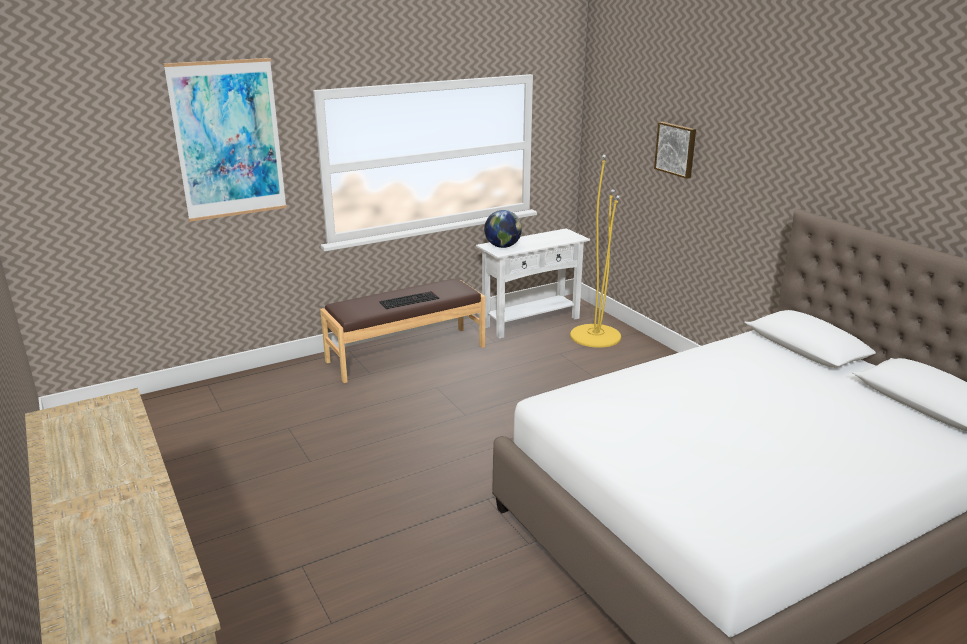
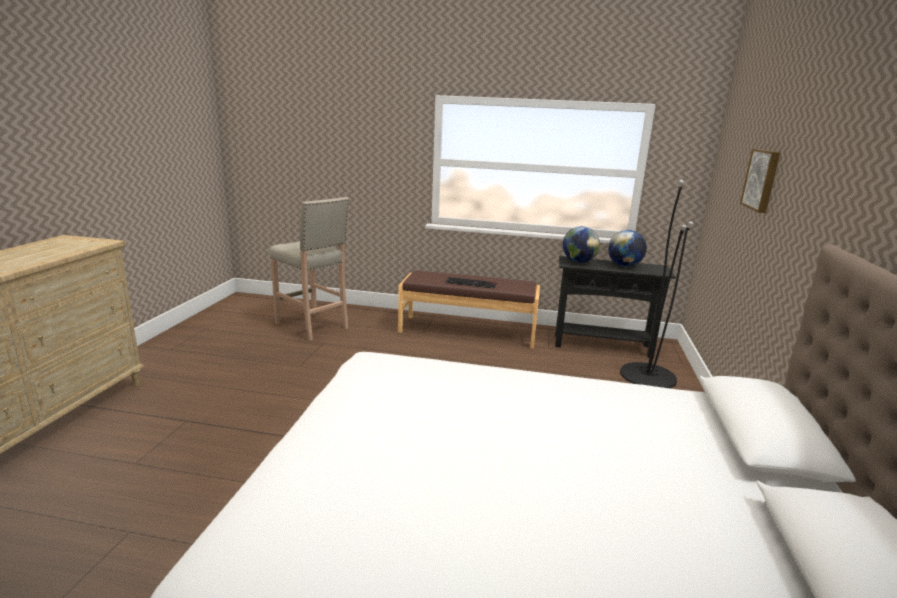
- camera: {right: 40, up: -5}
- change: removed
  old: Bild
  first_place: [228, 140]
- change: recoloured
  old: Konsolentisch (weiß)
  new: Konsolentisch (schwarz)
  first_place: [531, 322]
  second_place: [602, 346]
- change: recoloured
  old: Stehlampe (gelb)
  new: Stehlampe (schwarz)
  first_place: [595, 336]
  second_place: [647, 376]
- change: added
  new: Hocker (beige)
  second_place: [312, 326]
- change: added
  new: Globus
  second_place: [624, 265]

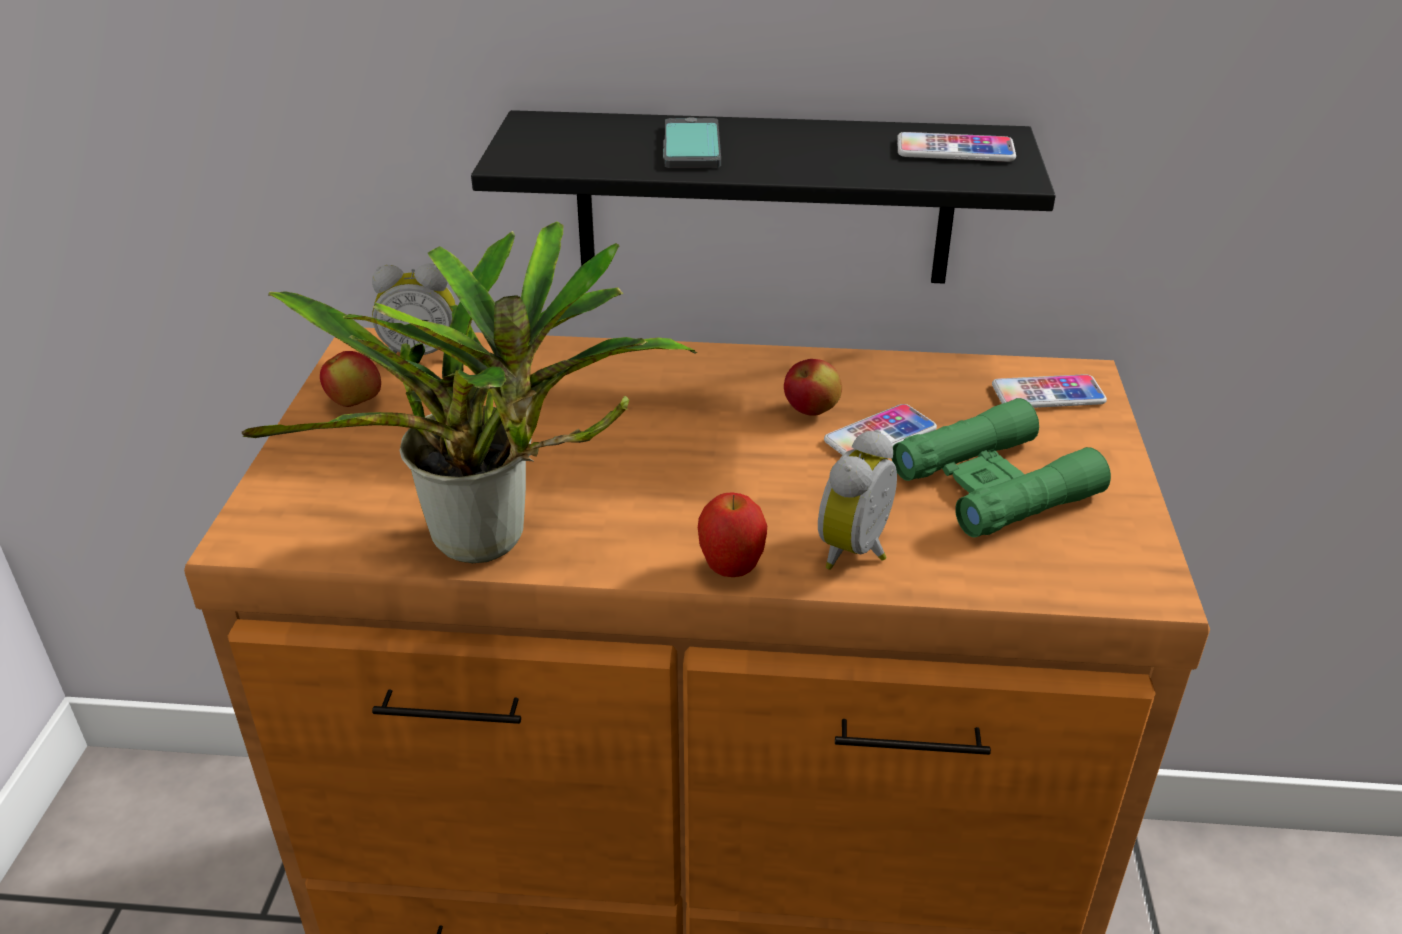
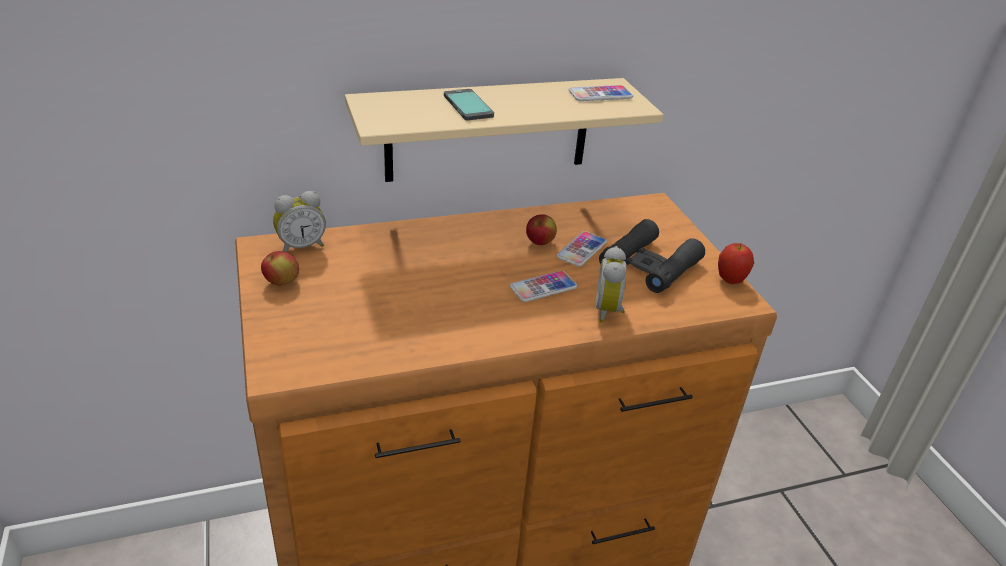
- camera: {right: -25, up: 0}
- change: removed
  old: Topfpflanze
  first_place: [493, 543]
- change: recoloured
  old: Wandregal (schwarz)
  new: Wandregal (beige)
  first_place: [763, 198]
  second_place: [488, 129]
- change: moved
  old: Apfel
  first_place: [731, 569]
  second_place: [730, 281]
- change: recoloured
  old: Fernglas (grün)
  new: Fernglas (schwarz)
  first_place: [994, 484]
  second_place: [649, 265]
- change: moved
  old: Handy
  first_place: [1048, 394]
  second_place: [543, 287]

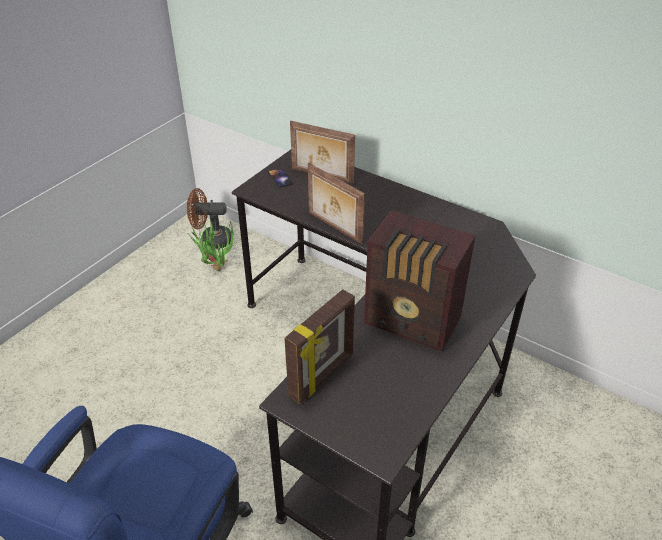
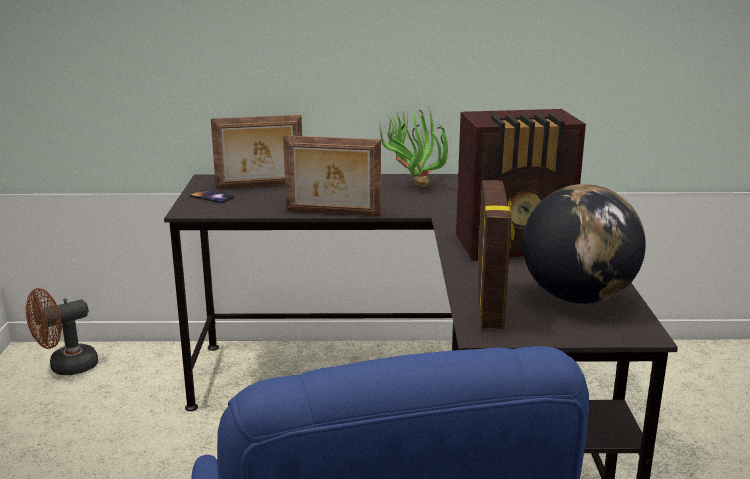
- camera: {right: -35, up: -20}
- change: moved
  old: Topfpflanze
  first_place: [216, 266]
  second_place: [413, 185]
- change: added
  new: Globus
  second_place: [578, 297]

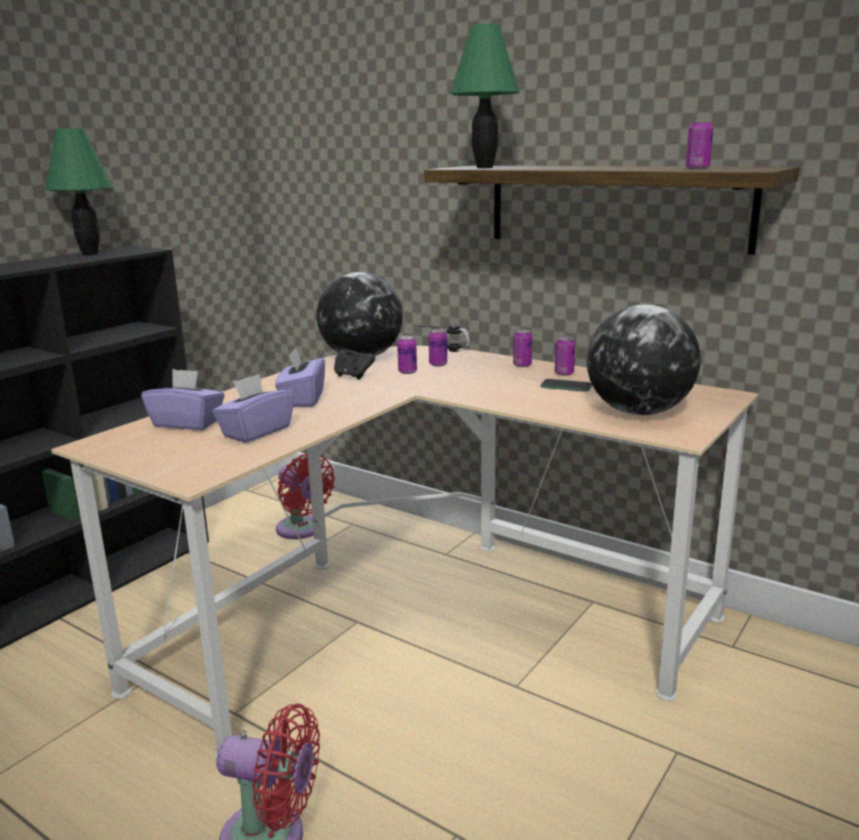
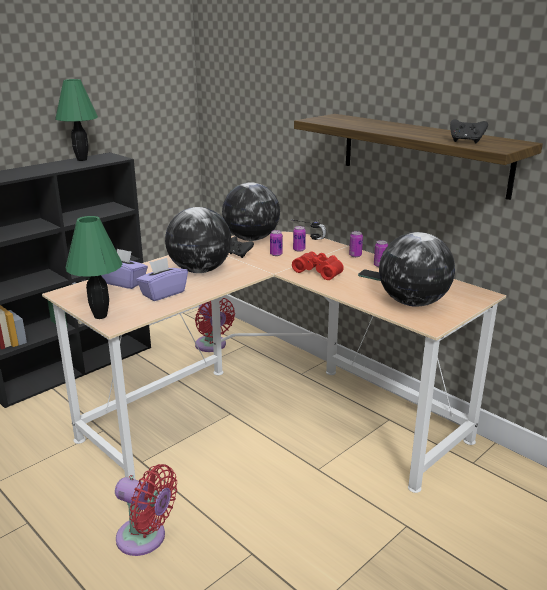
- camera: {right: 10, up: 5}
- change: replaced
  old: Taschentuchbox (lila)
  new: Globus
  first_place: [302, 399]
  second_place: [200, 270]
- change: moved
  old: Tischlampe (grün)
  first_place: [484, 167]
  second_place: [100, 316]
- change: replaced
  old: Dose
  new: Gamepad (schwarz)
  first_place: [697, 168]
  second_place: [466, 141]
- change: added
  new: Fernglas (rot)
  second_place: [319, 271]

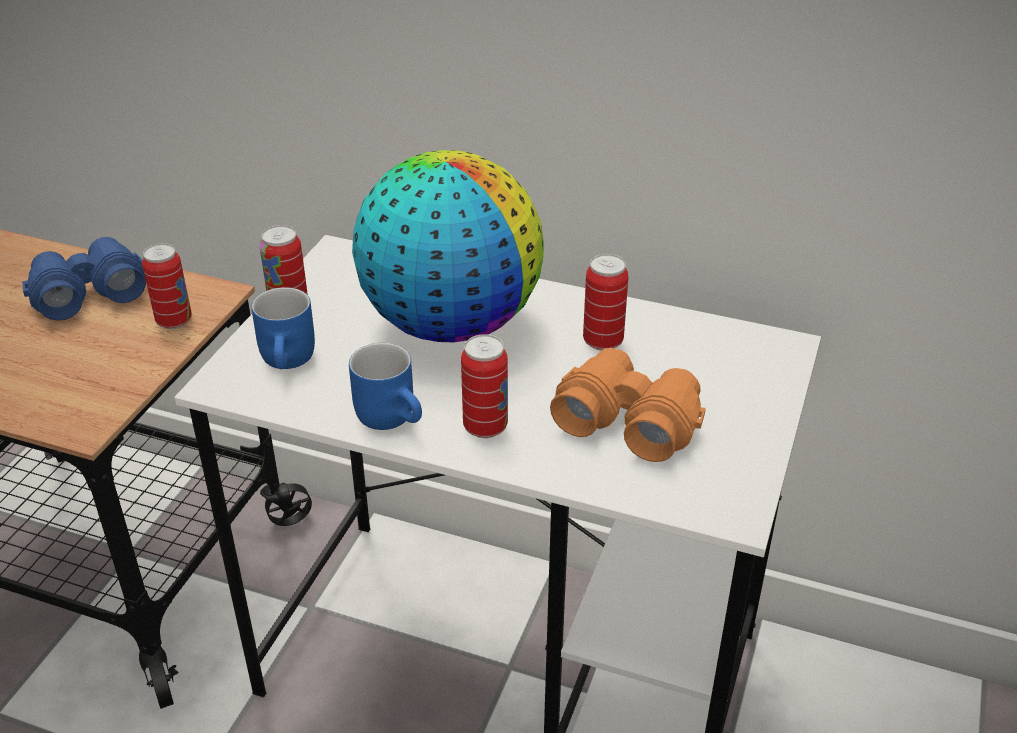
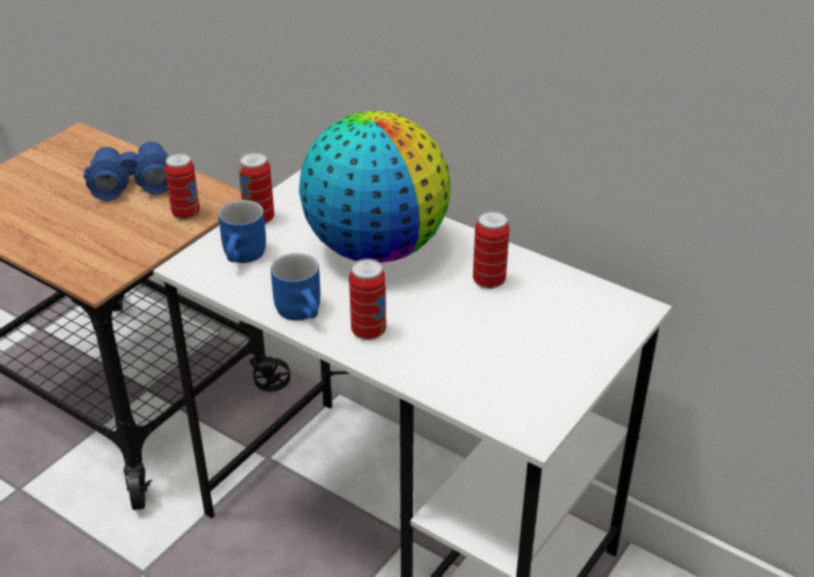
- camera: {right: 15, up: 0}
- change: removed
  old: Fernglas (orange)
  first_place: [628, 419]

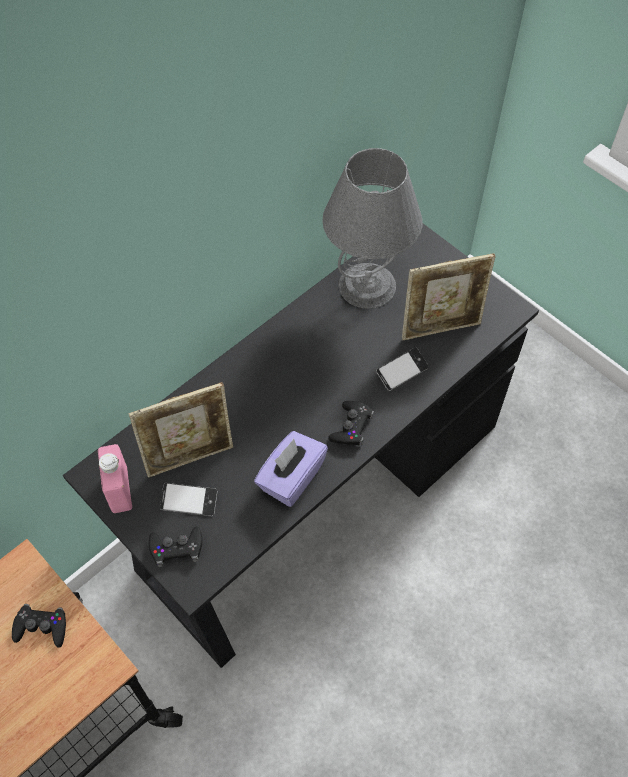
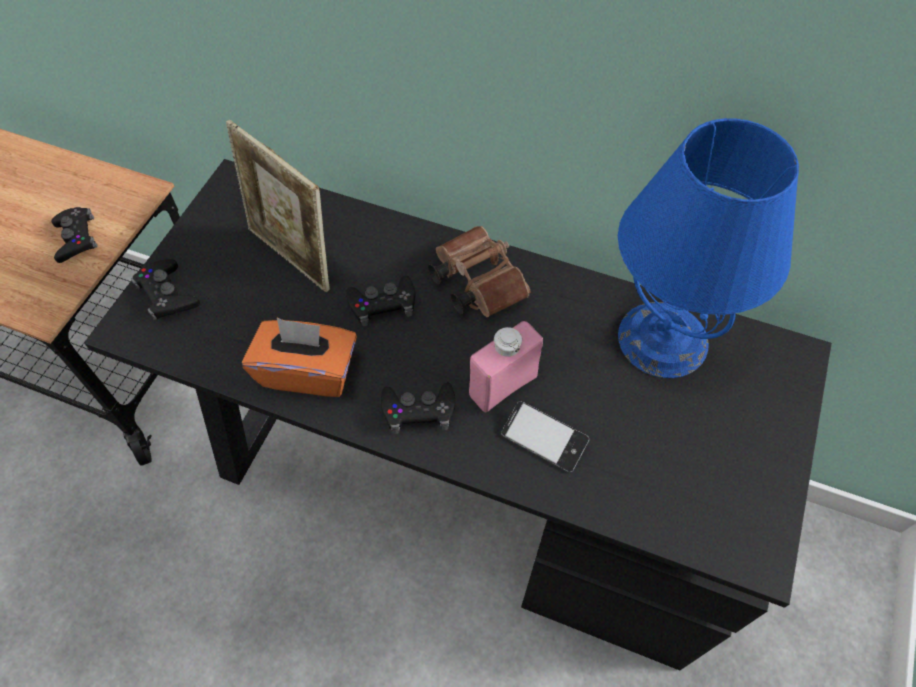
- camera: {right: 65, up: 0}
- change: moved
  old: Flasche (rosa)
  first_place: [119, 490]
  second_place: [503, 385]
- change: removed
  old: Handy
  first_place: [189, 501]
- change: recoloured
  old: Taschentuchbox (lila)
  new: Taschentuchbox (orange)
  first_place: [291, 478]
  second_place: [308, 371]
- change: recoloured
  old: Tischlampe (grau)
  new: Tischlampe (blau)
  first_place: [367, 286]
  second_place: [661, 339]
- change: removed
  old: Bilderrahmen
  first_place: [441, 328]
- change: added
  new: Gamepad (schwarz)
  second_place: [382, 304]
- change: added
  new: Fernglas (braun)
  second_place: [475, 282]

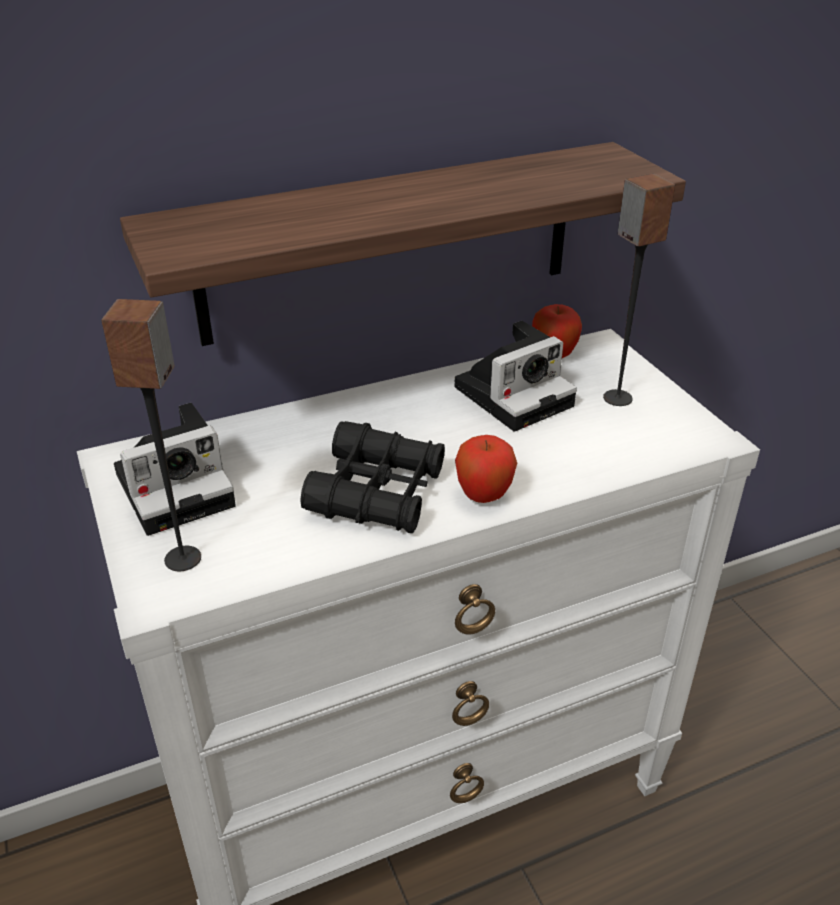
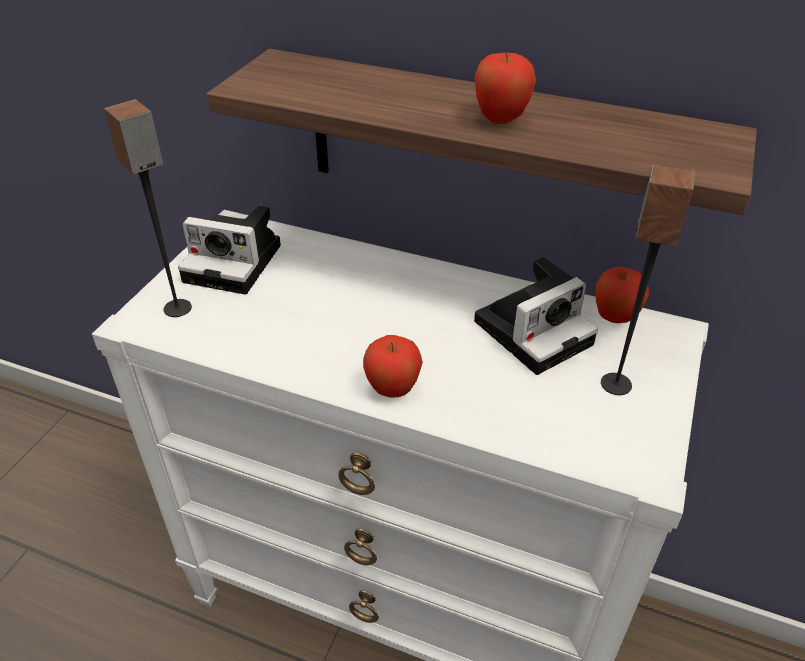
- camera: {right: 45, up: 5}
- change: removed
  old: Fernglas (schwarz)
  first_place: [377, 492]
- change: turned
  old: Kamera
  first_place: [515, 394]
  second_place: [535, 330]
  degrees: -45
- change: added
  new: Apfel
  second_place: [500, 120]

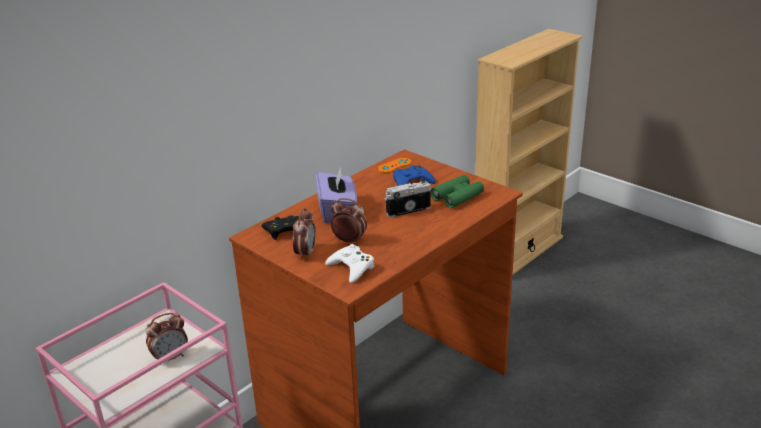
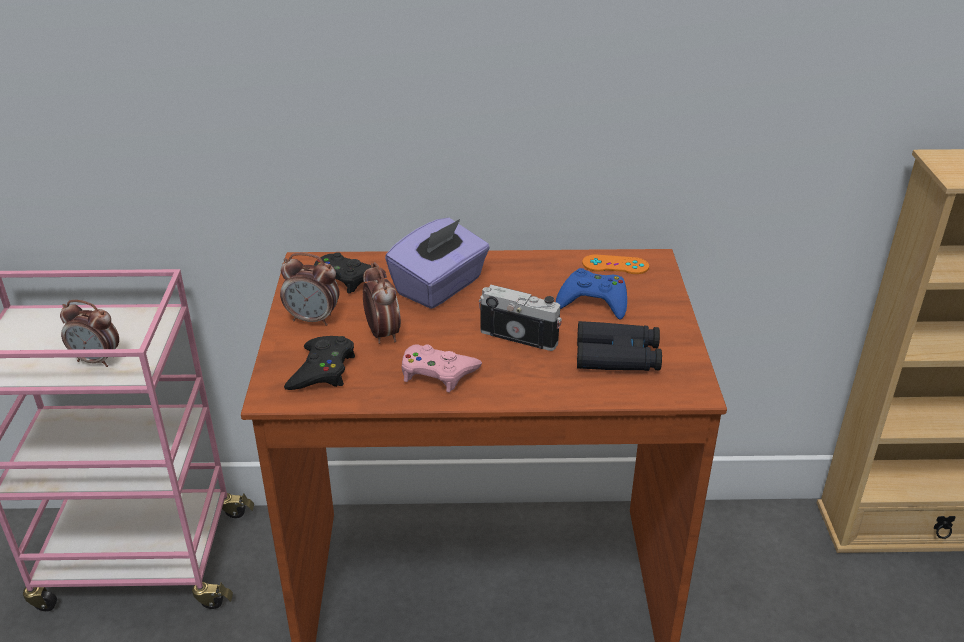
- camera: {right: 45, up: 5}
- change: turned
  old: Wecker
  first_place: [305, 253]
  second_place: [313, 319]
  degrees: 45
- change: recoloured
  old: Gamepad (weiß)
  new: Gamepad (schwarz)
  first_place: [351, 268]
  second_place: [322, 370]
- change: recoloured
  old: Fernglas (grün)
  new: Fernglas (schwarz)
  first_place: [457, 196]
  second_place: [617, 356]
- change: added
  new: Gamepad (rosa)
  second_place: [437, 372]

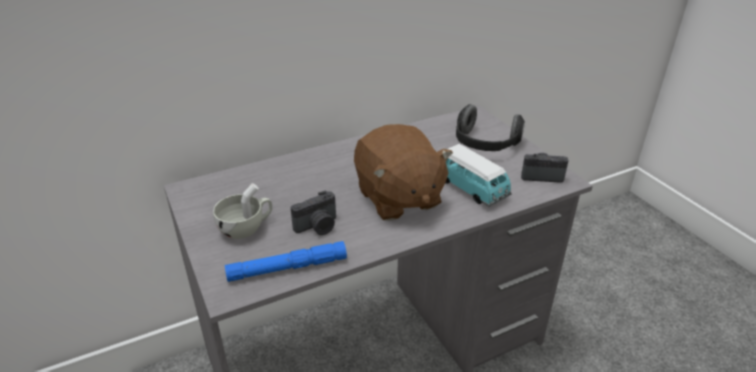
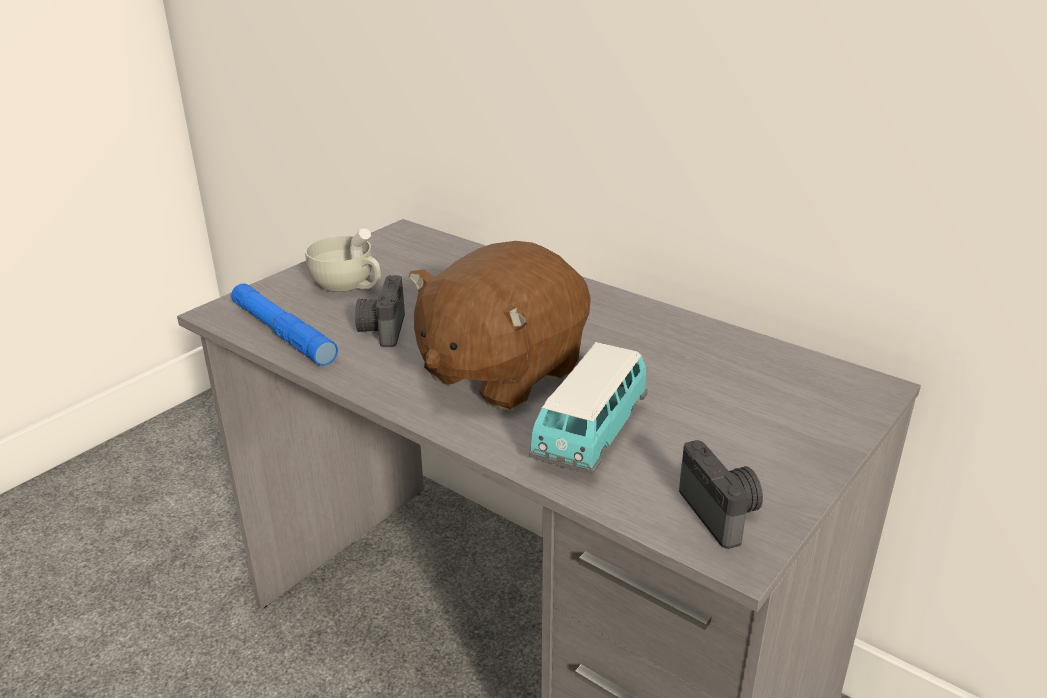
- camera: {right: 65, up: -5}
- change: turned
  old: Kamera
  first_place: [318, 227]
  second_place: [382, 329]
  degrees: 60
- change: removed
  old: Kopfhörer
  first_place: [484, 145]

